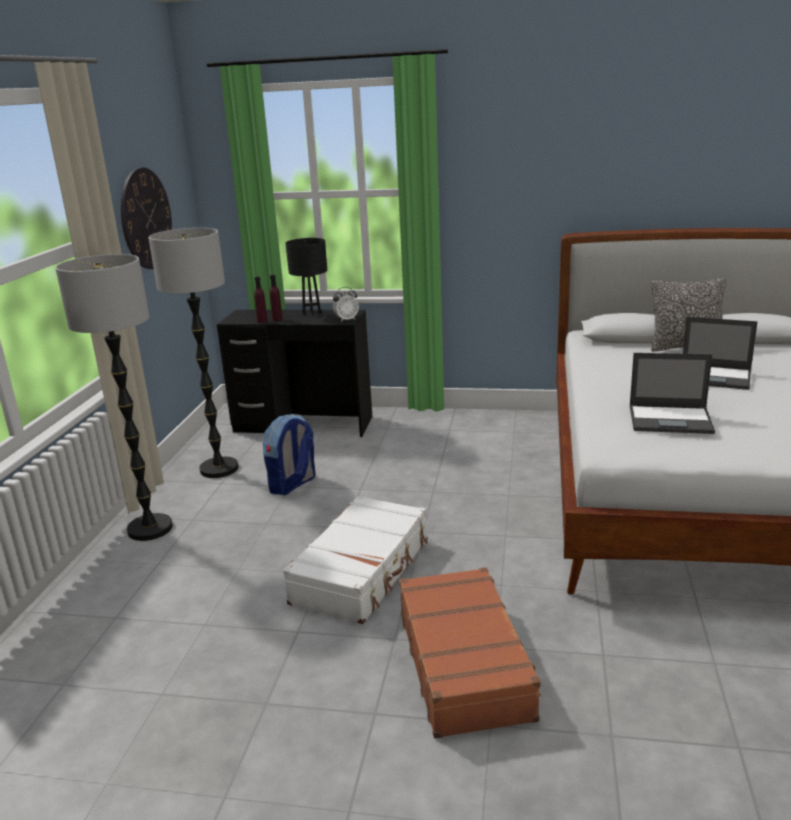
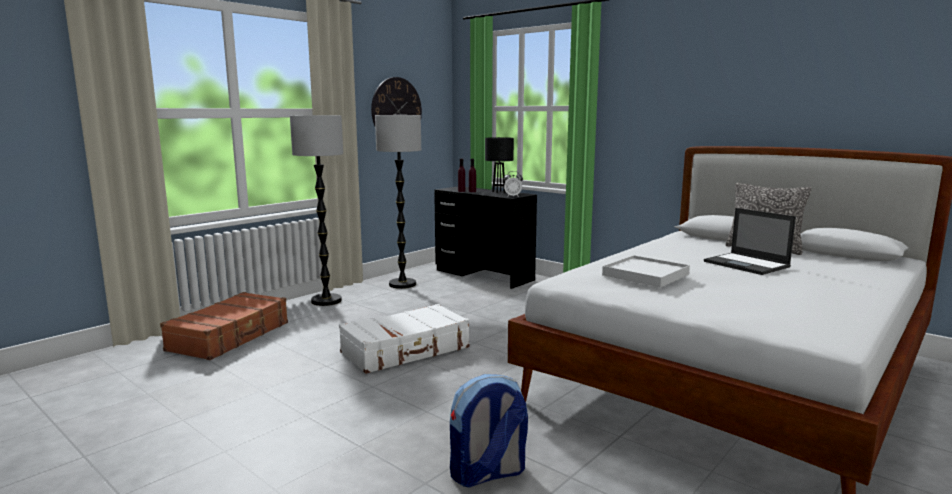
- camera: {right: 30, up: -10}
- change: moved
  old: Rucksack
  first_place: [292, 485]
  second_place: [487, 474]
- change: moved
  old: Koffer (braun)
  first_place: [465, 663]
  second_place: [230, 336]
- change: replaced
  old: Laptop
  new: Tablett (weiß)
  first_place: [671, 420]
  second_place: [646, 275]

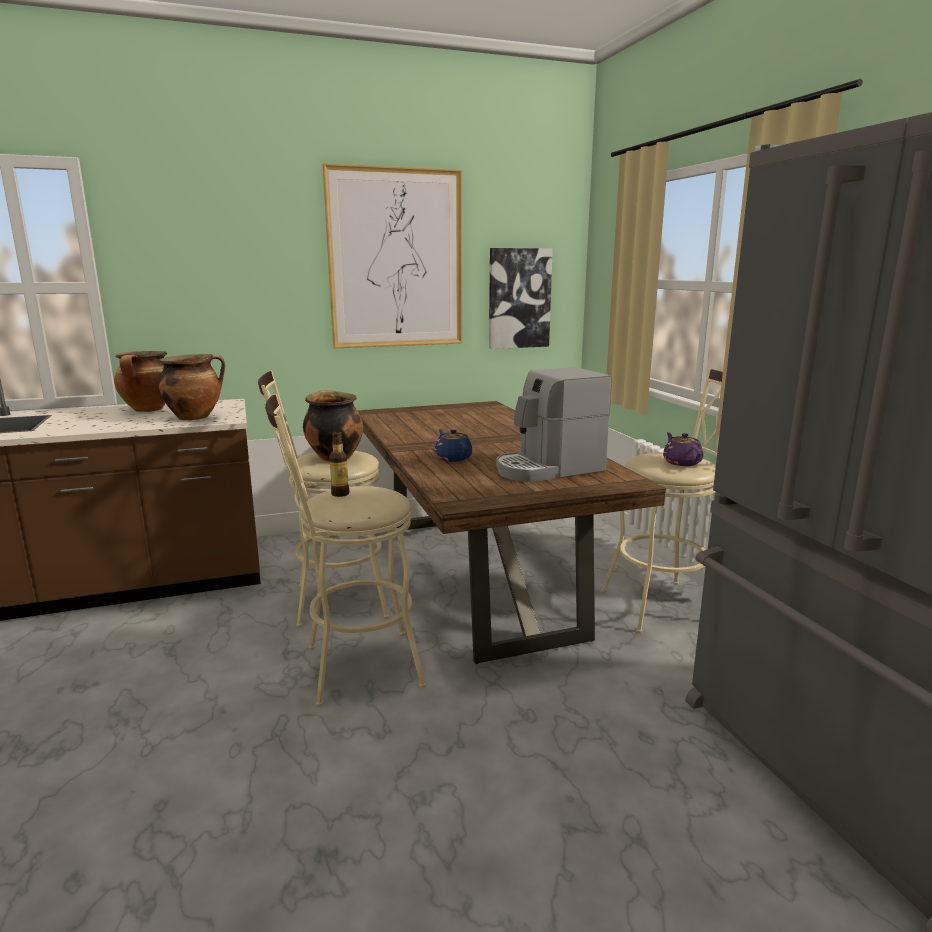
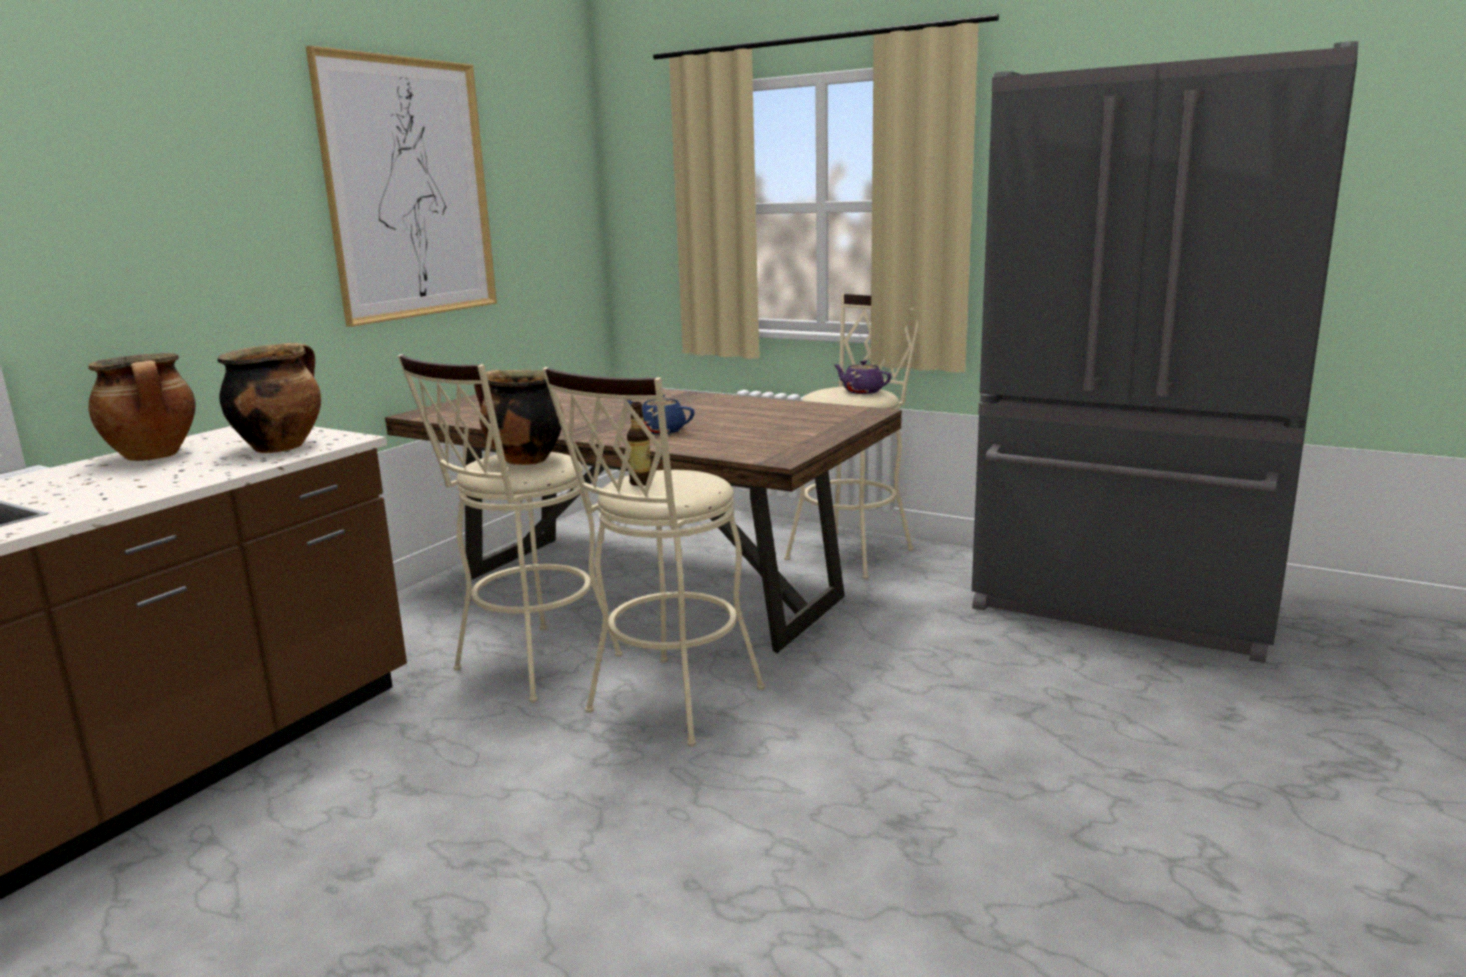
- camera: {right: -40, up: 0}
- change: removed
  old: Bild
  first_place: [519, 298]
- change: removed
  old: Kaffeemaschine
  first_place: [548, 469]

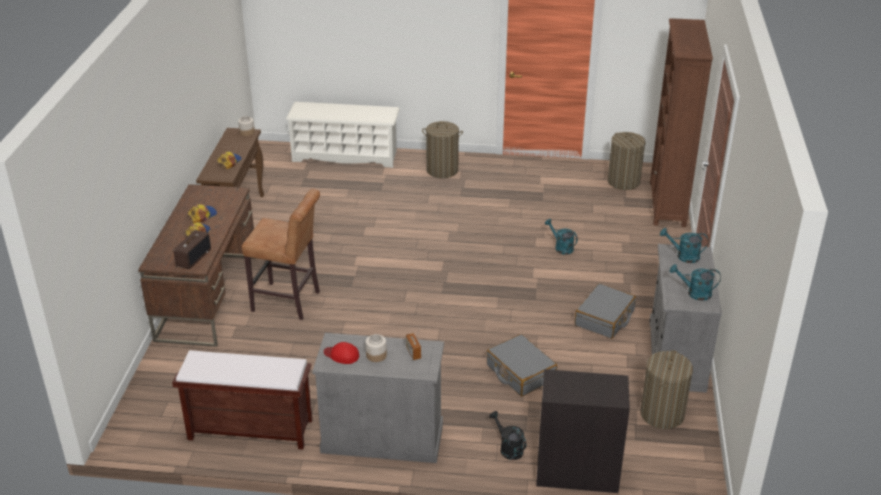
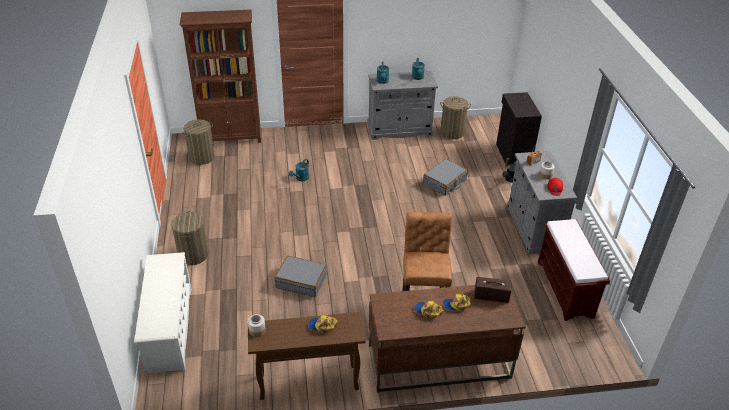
- camera: {right: -105, up: 5}
- change: moved
  old: Koffer (grau)
  first_place: [604, 318]
  second_place: [301, 281]

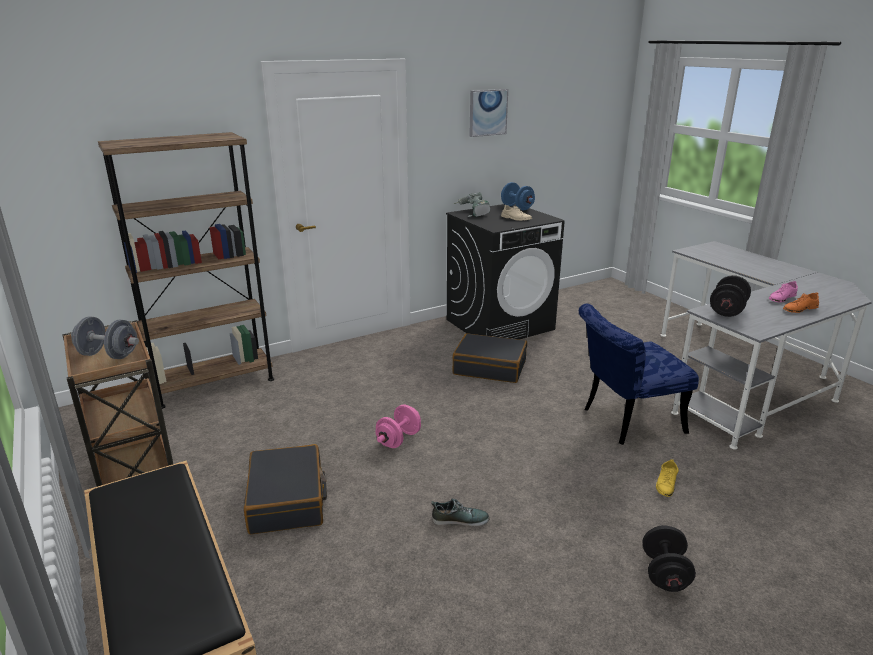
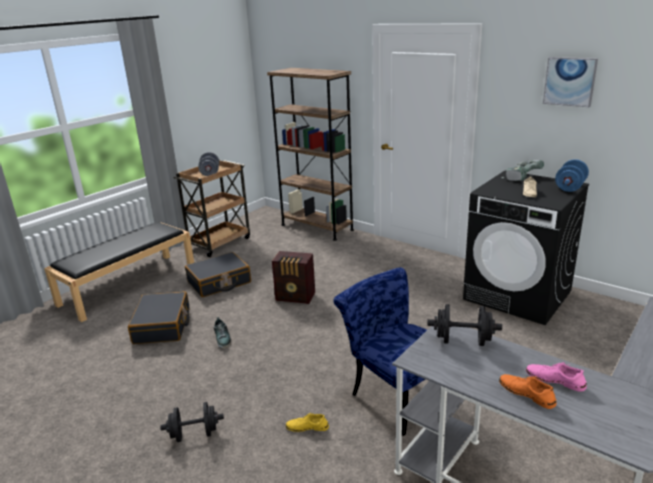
- camera: {right: 70, up: 0}
- change: replaced
  old: Hantel (rosa)
  new: Radio
  first_place: [398, 439]
  second_place: [296, 297]
- change: moved
  old: Koffer (schwarz)
  first_place: [490, 367]
  second_place: [162, 326]

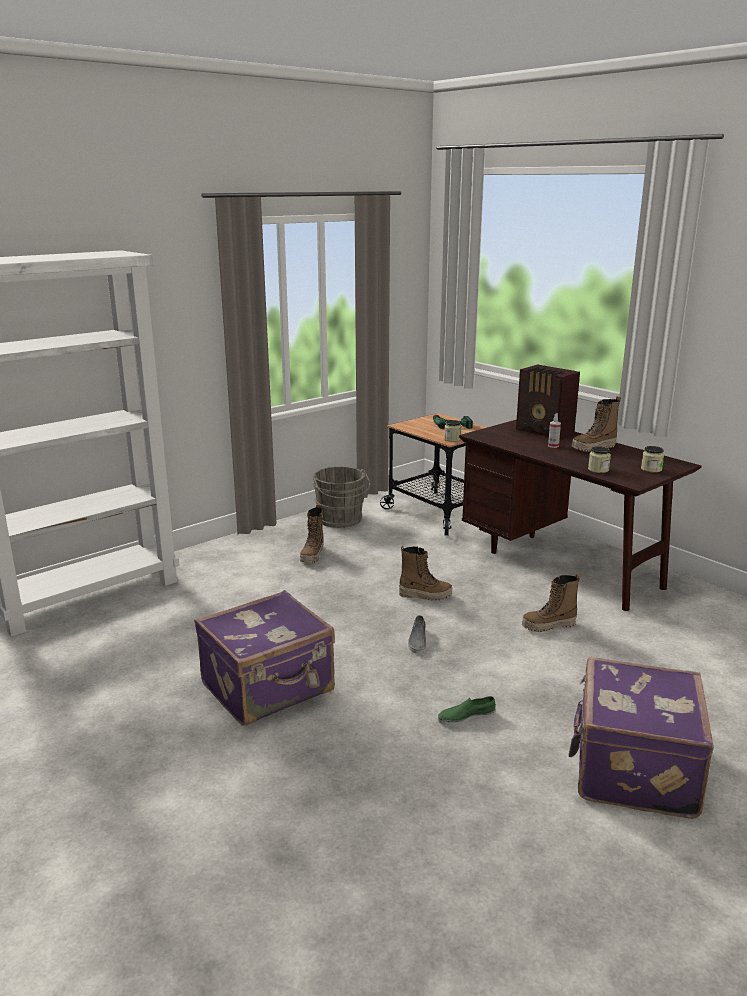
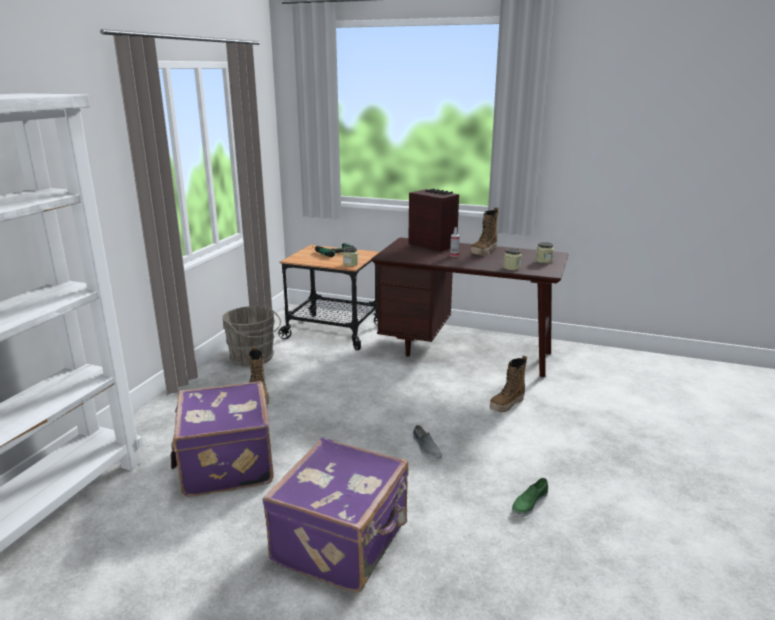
- camera: {right: -30, up: 0}
- change: removed
  old: Stiefel
  first_place: [425, 595]
- change: turned
  old: Radio
  first_place: [545, 432]
  second_place: [432, 245]
  degrees: -150
- change: moved
  old: Koffer (lila)
  first_place: [632, 769]
  second_place: [225, 464]

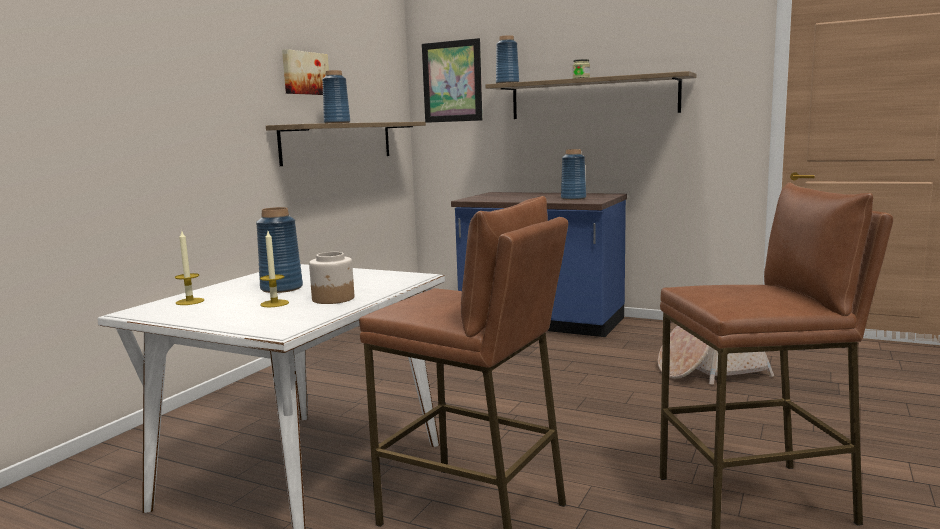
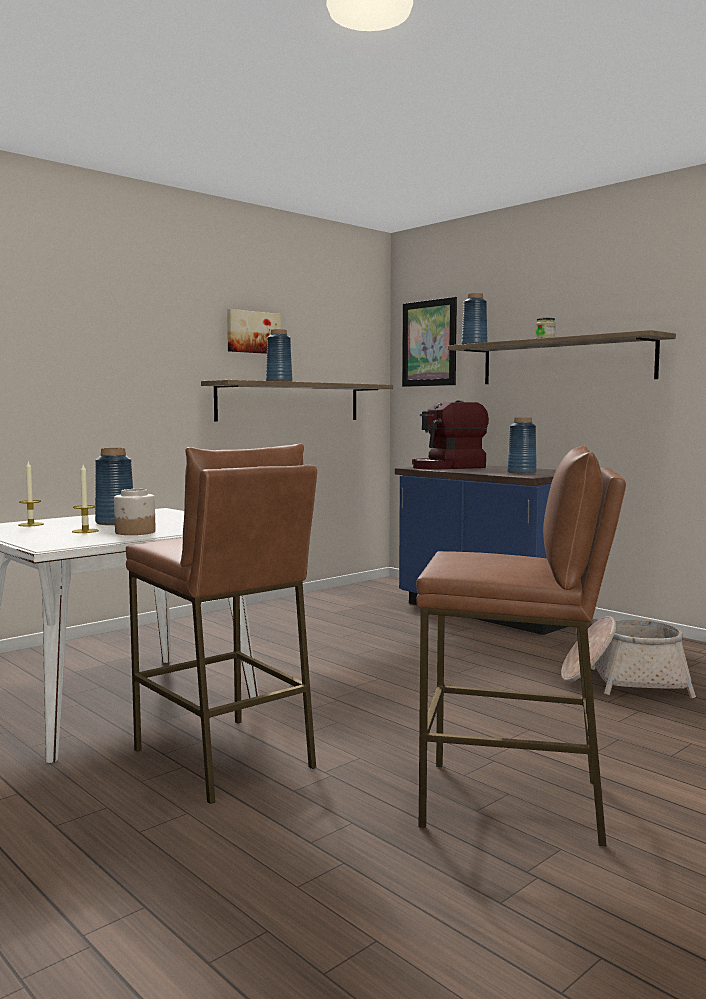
- camera: {right: 20, up: -5}
- change: added
  new: Kaffeemaschine
  second_place: [448, 467]

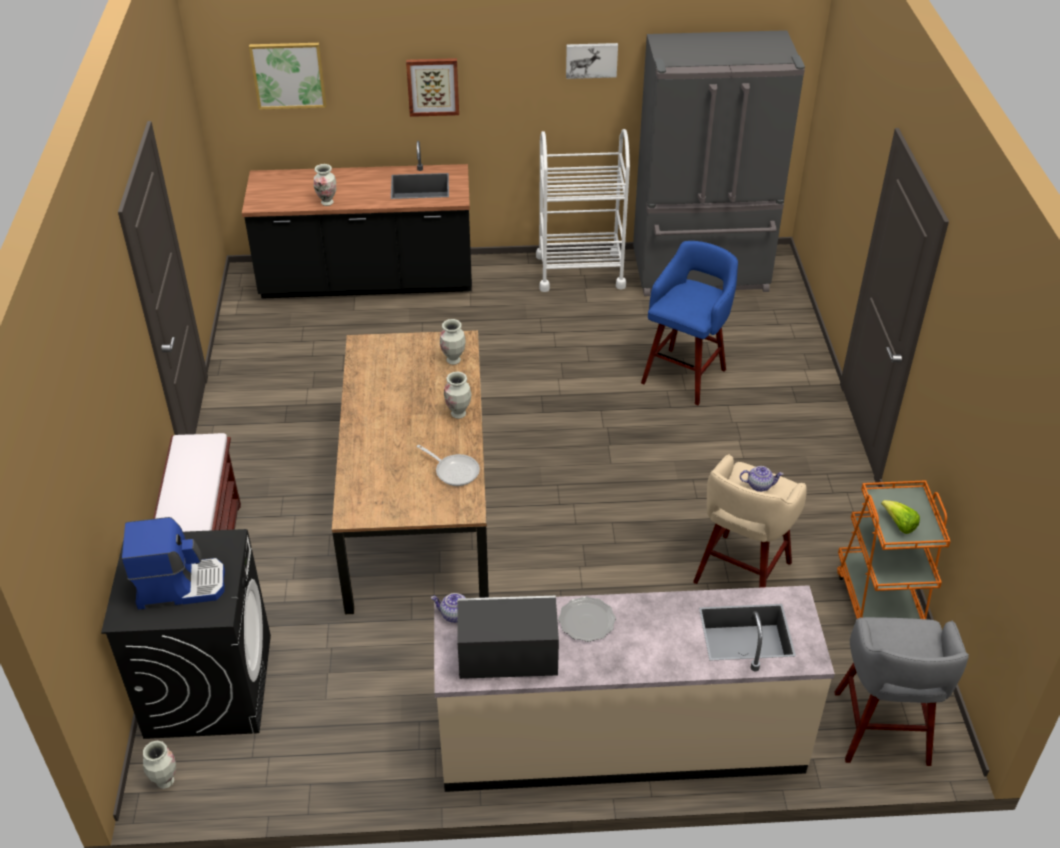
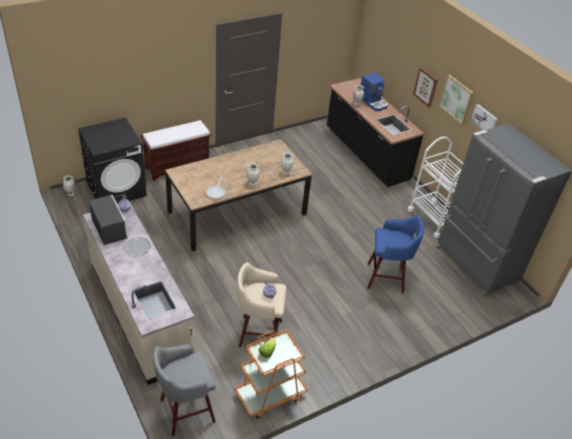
- camera: {right: 60, up: 0}
- change: moved
  old: Kaffeemaschine
  first_place: [180, 585]
  second_place: [373, 102]
- change: moved
  old: Bild
  first_place: [288, 75]
  second_place: [456, 99]

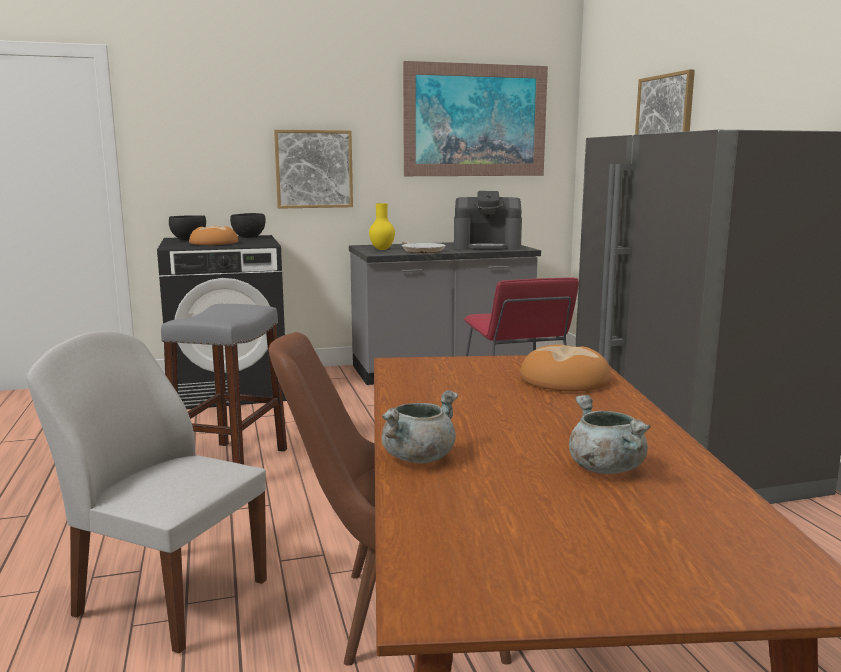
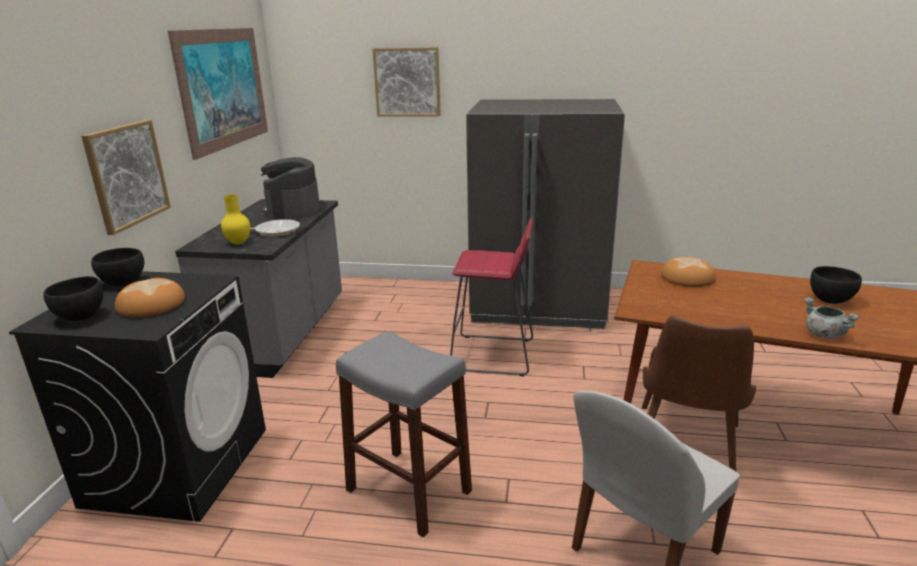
- camera: {right: -65, up: 10}
- change: turned
  old: Kaffeemaschine
  first_place: [487, 247]
  second_place: [293, 210]
  degrees: 150
- change: replaced
  old: Kochtopf (grau)
  new: Schüssel (schwarz)
  first_place: [604, 468]
  second_place: [830, 300]

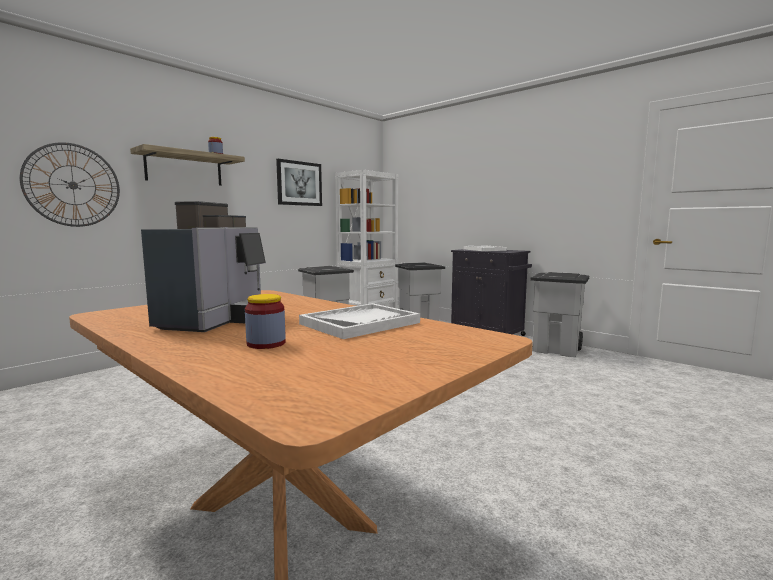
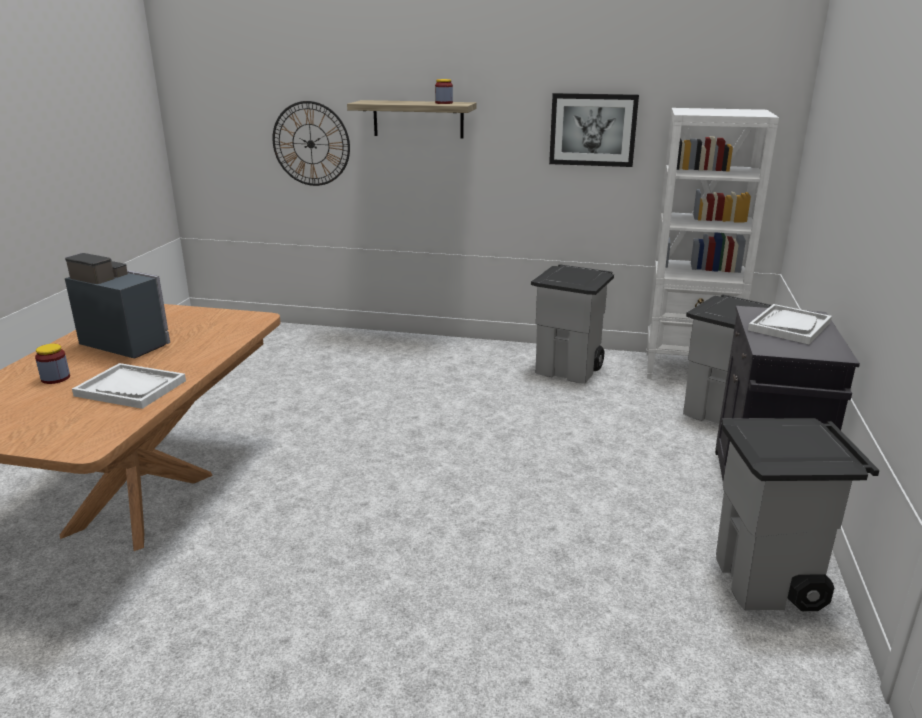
- camera: {right: 60, up: 15}
- change: turned
  old: Kaffeemaschine
  first_place: [220, 320]
  second_place: [127, 343]
  degrees: -135

